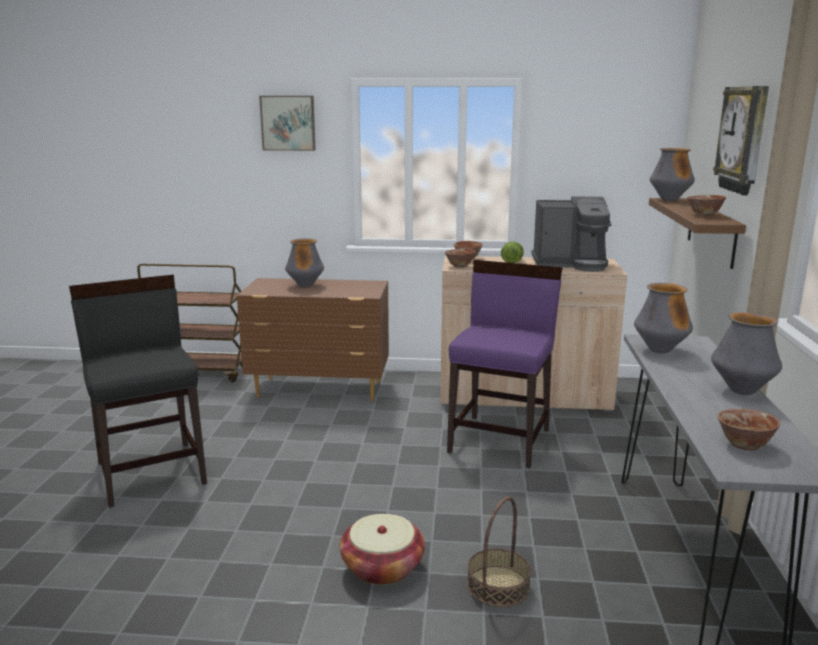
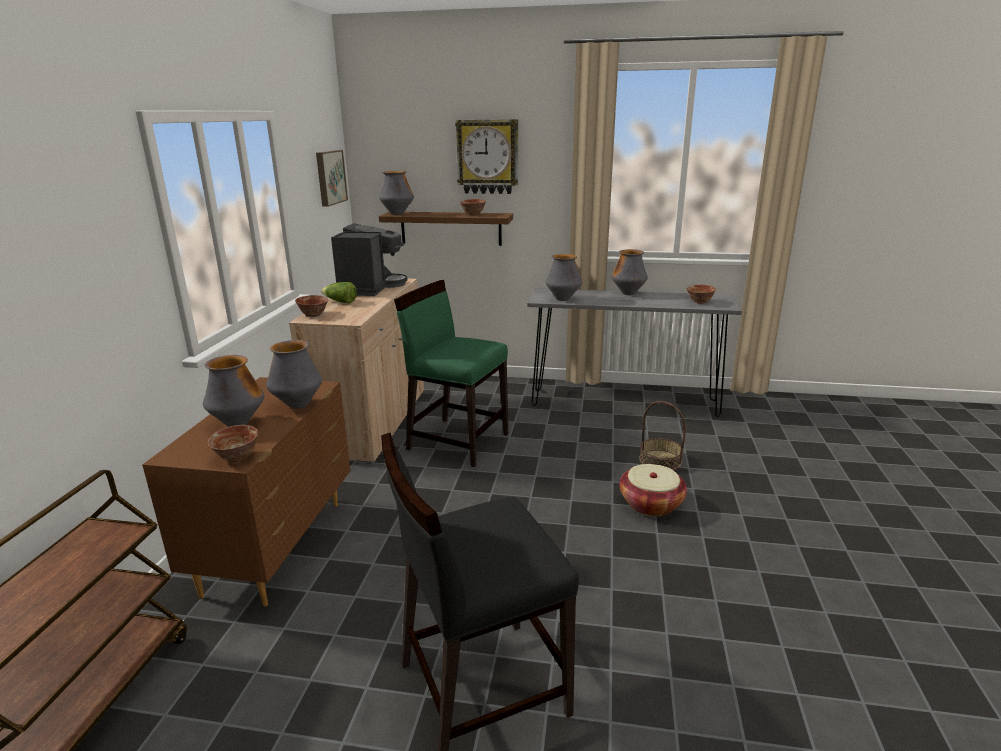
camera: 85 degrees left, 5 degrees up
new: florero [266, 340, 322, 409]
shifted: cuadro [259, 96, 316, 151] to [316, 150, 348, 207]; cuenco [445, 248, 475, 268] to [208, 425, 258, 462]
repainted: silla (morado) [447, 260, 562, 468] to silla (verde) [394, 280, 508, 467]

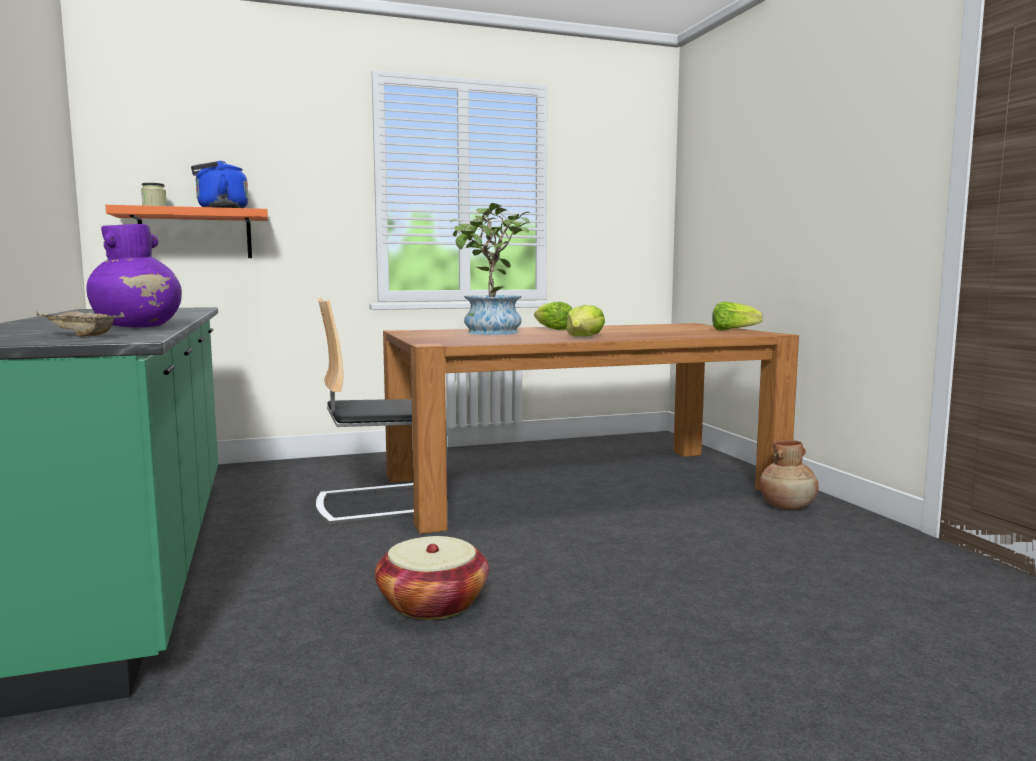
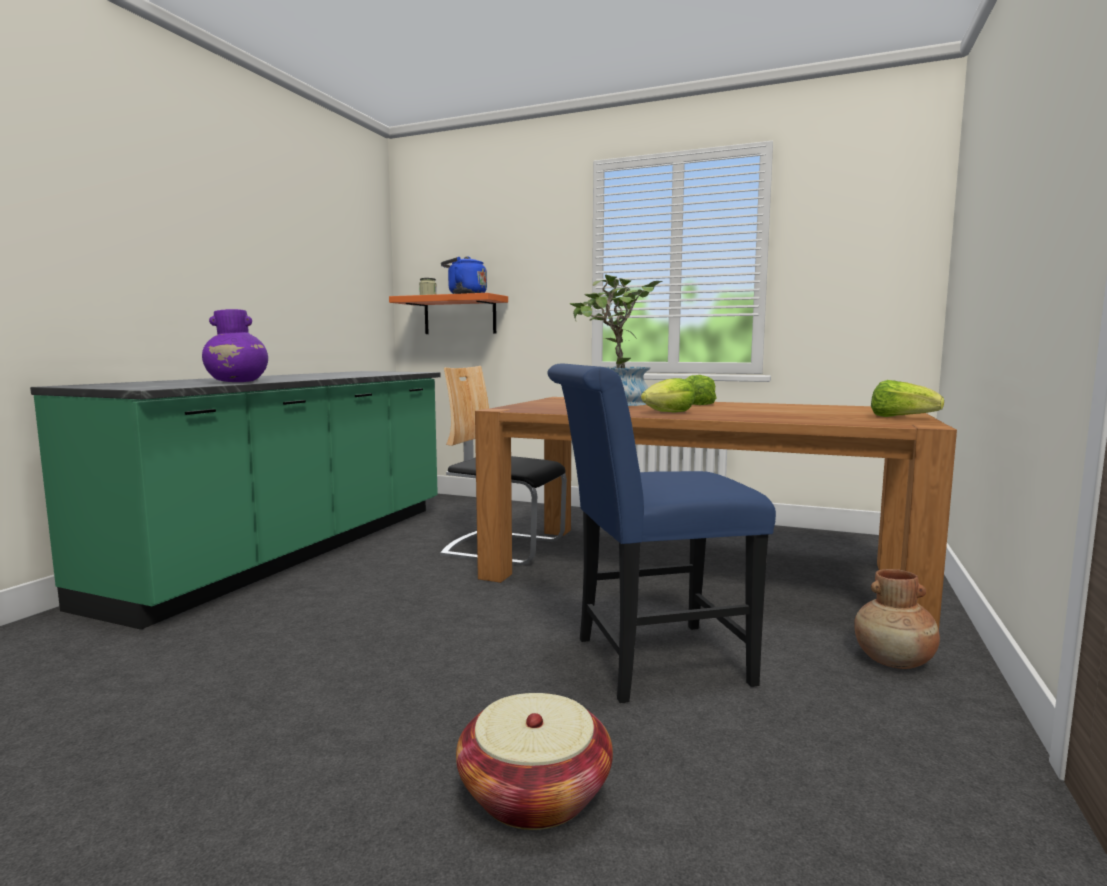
camera: 40 degrees right, 0 degrees up
gone: bandeja (beis) [36, 310, 125, 337]
new: silla (azul) [548, 363, 776, 703]
shifted: cesta [375, 536, 489, 620] to [456, 693, 613, 830]

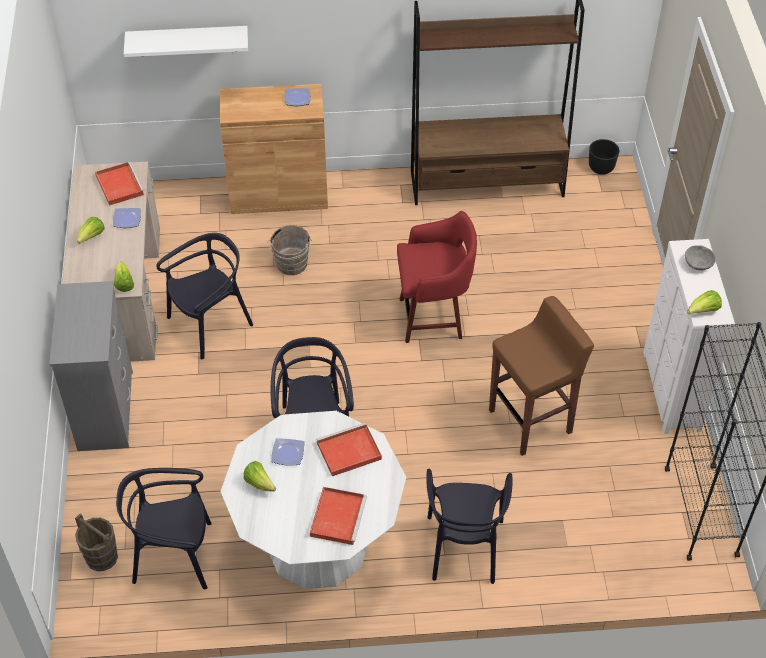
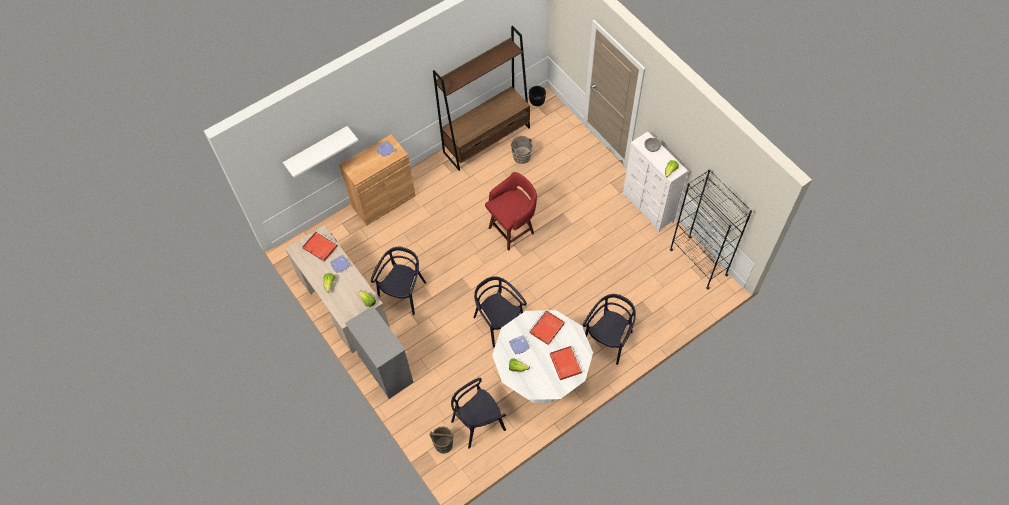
camera: 30 degrees left, 10 degrees up
gone: taburete (marrón) [489, 296, 594, 456]
shifted: cubo (marrón) [268, 225, 312, 275] to [511, 136, 535, 164]
rotated: silla (negro) [426, 469, 513, 584] = [583, 294, 636, 365] 120 degrees counterclockwise

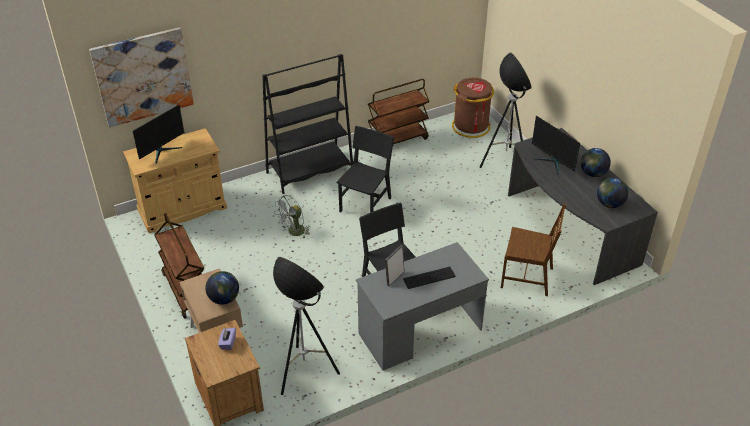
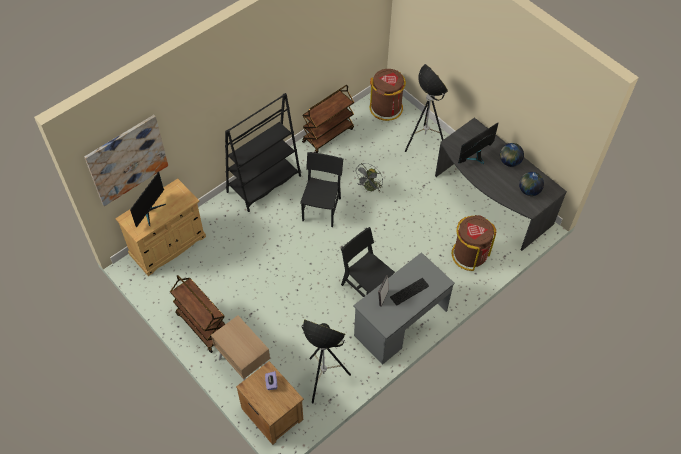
camera: 15 degrees left, 15 degrees up
gone: globo terráqueo [205, 271, 239, 305]
shifted: ventilador (gris) [274, 195, 310, 239] to [354, 163, 383, 192]
swapped: silla (marrón) [501, 204, 566, 296] to papelera (marrón) [452, 215, 497, 271]
rotated: monitor [532, 116, 580, 175] = [458, 123, 498, 164] 105 degrees clockwise

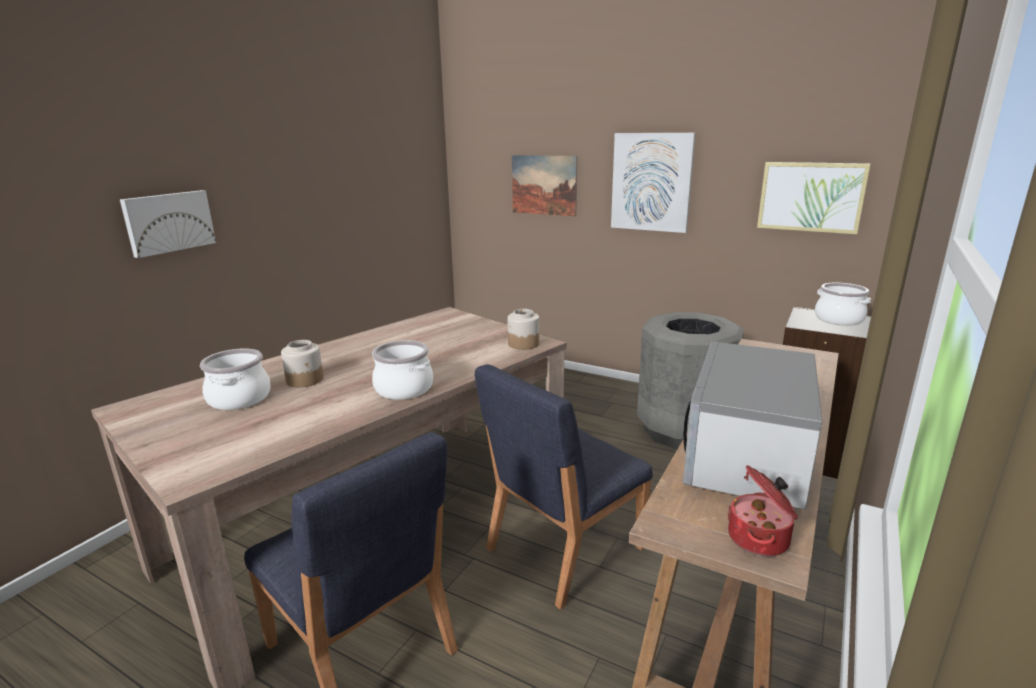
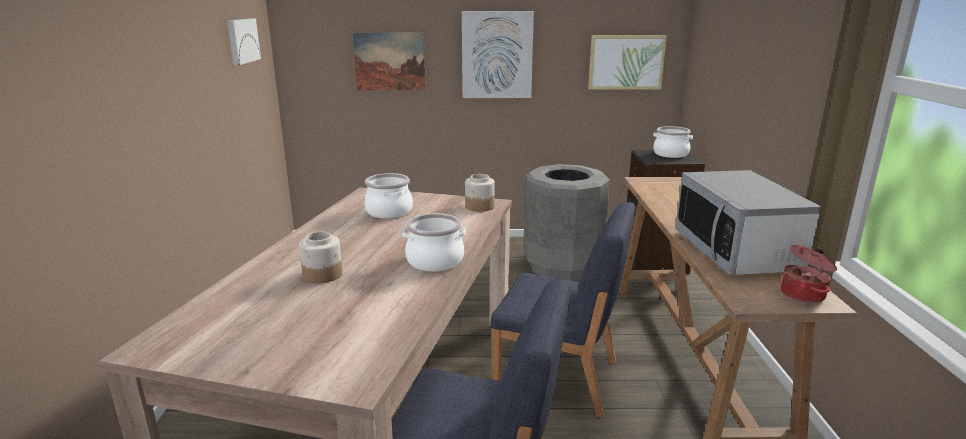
camera: 30 degrees left, 0 degrees up
shifted: cuadro [120, 190, 216, 258] to [227, 18, 261, 65]; olla [200, 348, 271, 410] to [364, 173, 413, 218]
rotated: silla (azul) [475, 364, 653, 609] = [490, 202, 635, 417] 90 degrees counterclockwise

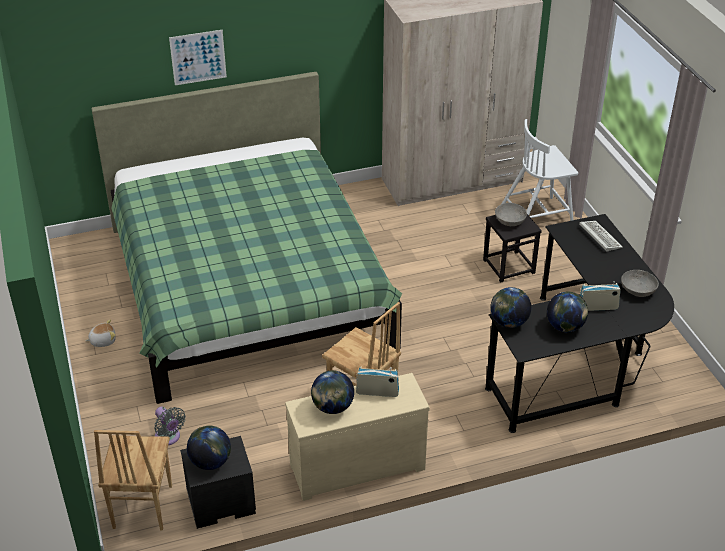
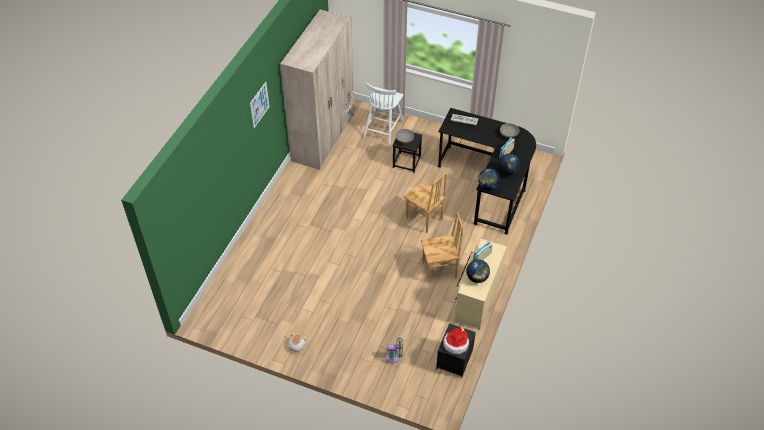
camera: 50 degrees left, 10 degrees up
gone: cama (verde) [91, 72, 402, 404]
shifted: silla (marrón) [94, 430, 172, 530] to [404, 173, 447, 233]; cuadro [169, 30, 227, 85] to [250, 82, 269, 128]
swapped: globo terráqueo [187, 425, 231, 470] to sombrero [443, 327, 469, 354]

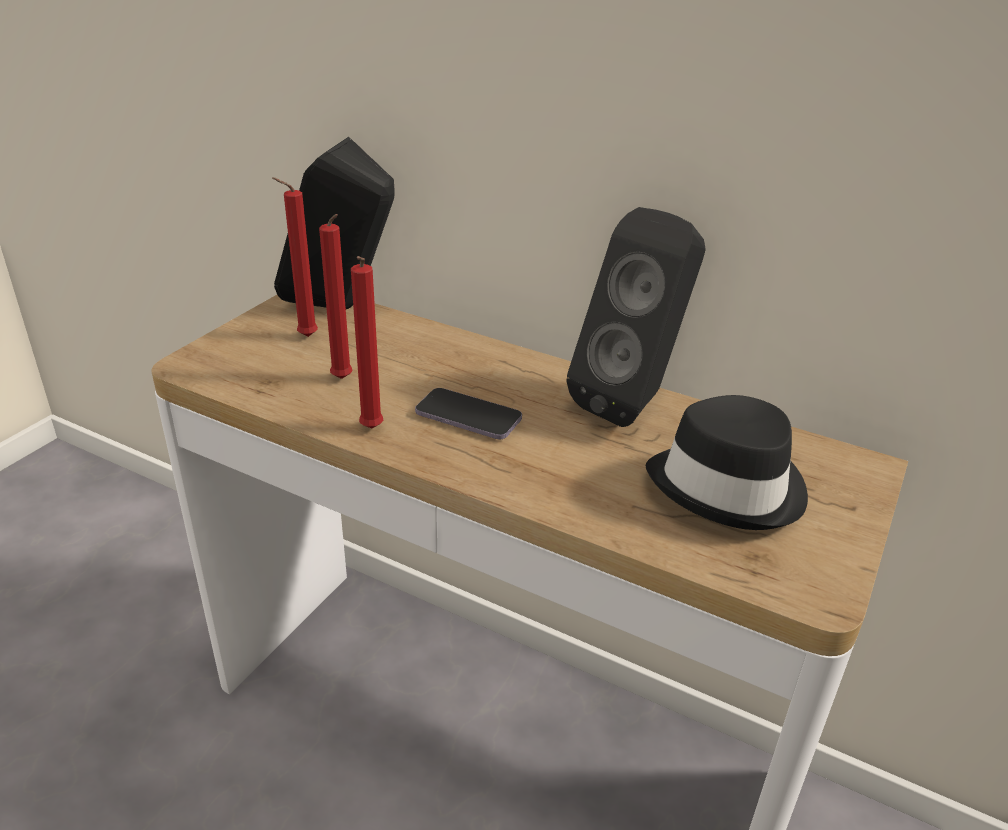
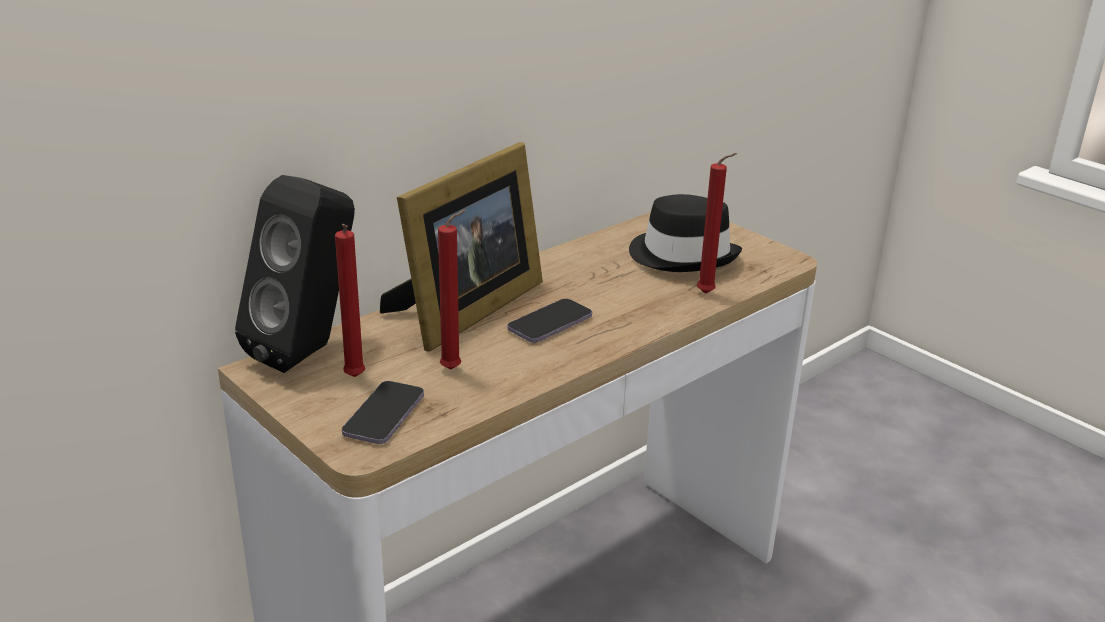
camera: 70 degrees left, 5 degrees down
gone: altavoz (negro) [567, 207, 706, 427]
new: móvil [342, 381, 424, 444]; portarretratos [380, 142, 543, 352]
shifted: vela (rojo) [351, 256, 383, 428] to [697, 153, 738, 294]

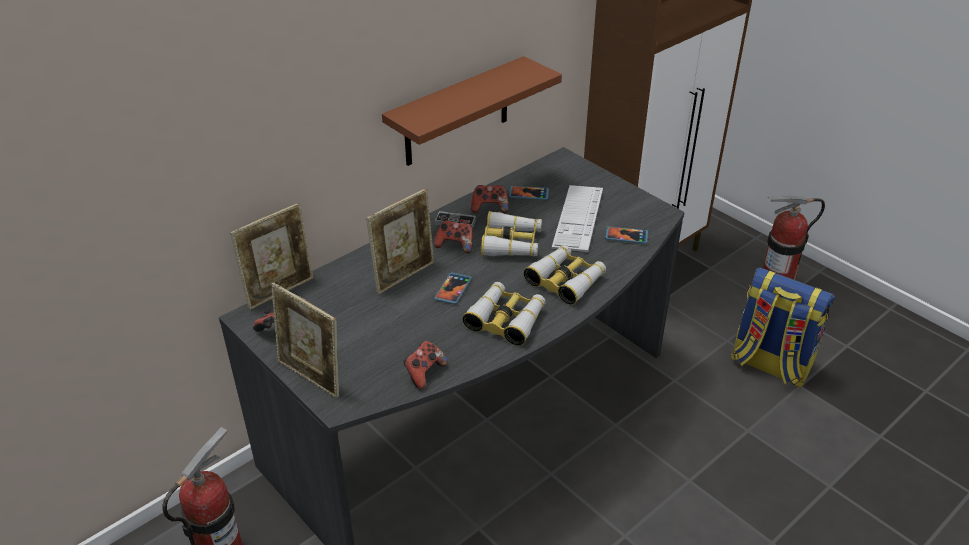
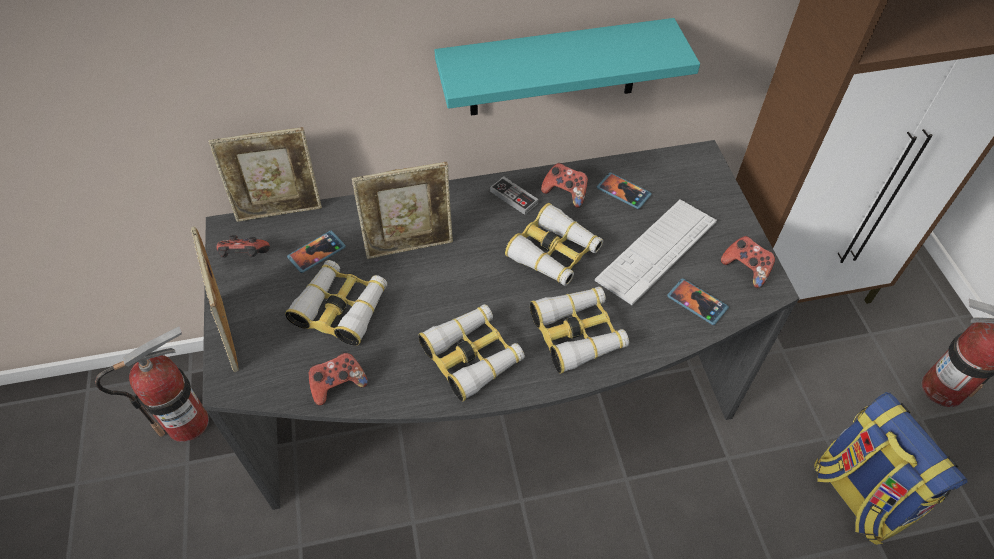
camera: 30 degrees right, 15 degrees up
new: prismáticos [285, 260, 387, 346]
shifted: mando de consola [434, 220, 473, 254] to [721, 236, 775, 288]; móvil [434, 272, 472, 304] to [287, 231, 346, 273]
repainted: estante (marrón) [382, 56, 562, 166] to estante (turquesa) [434, 18, 700, 116]

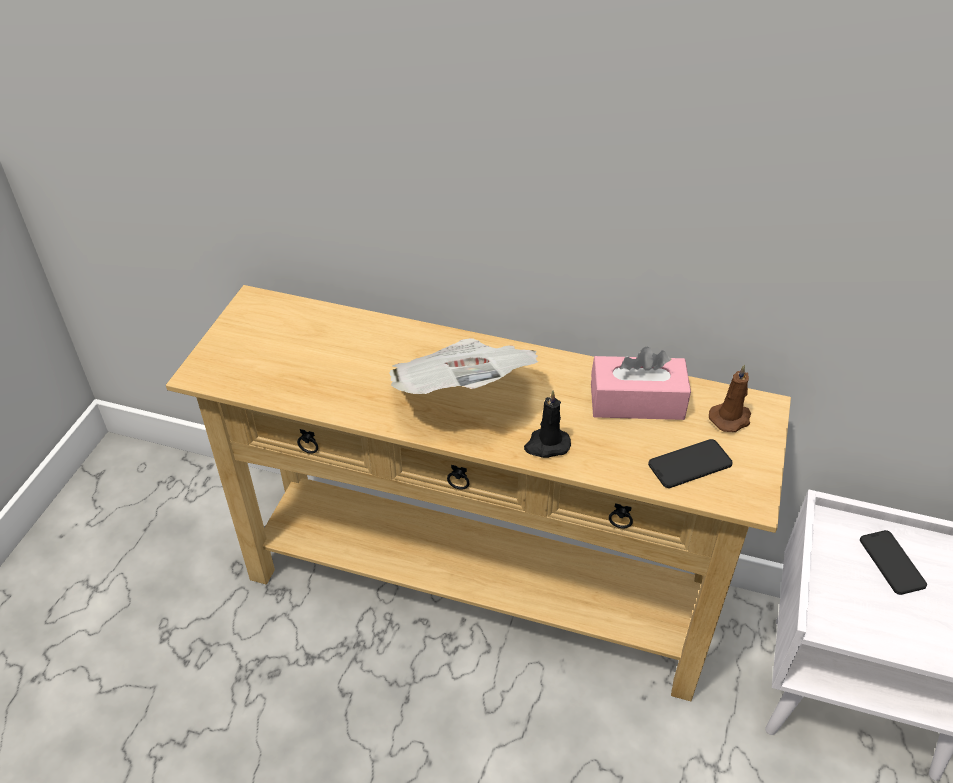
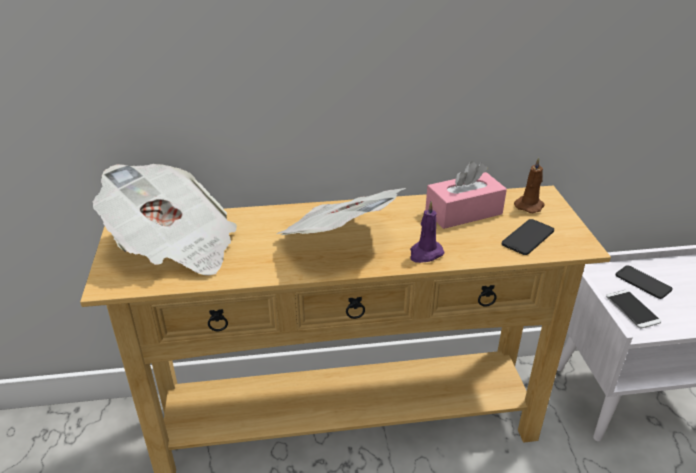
camera: 25 degrees left, 10 degrees down
new: periódico [92, 164, 237, 276]; móvil [606, 290, 661, 328]
repainted: vela (negro) [524, 390, 571, 458] to vela (morado) [410, 201, 444, 263]

